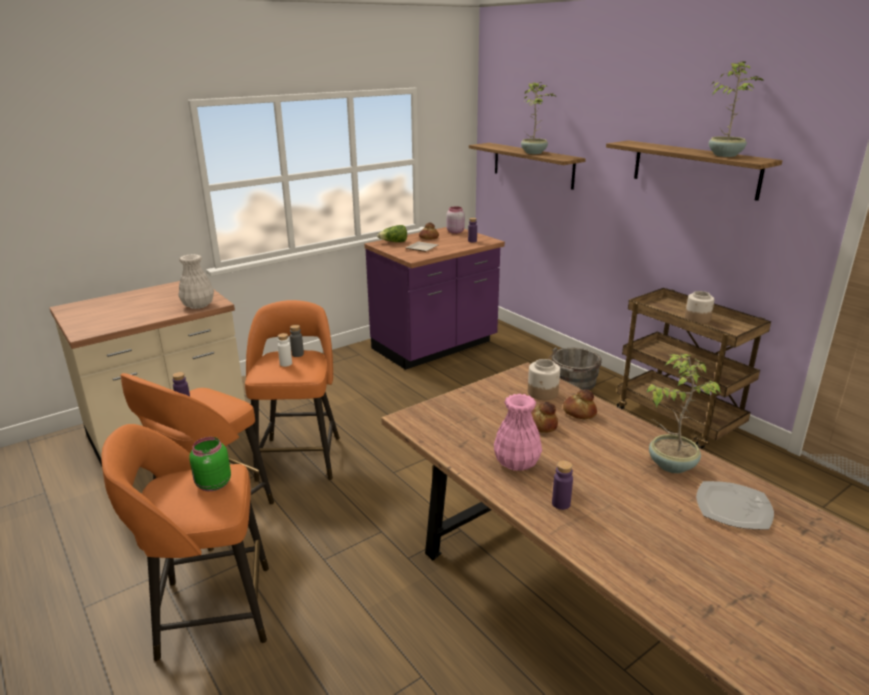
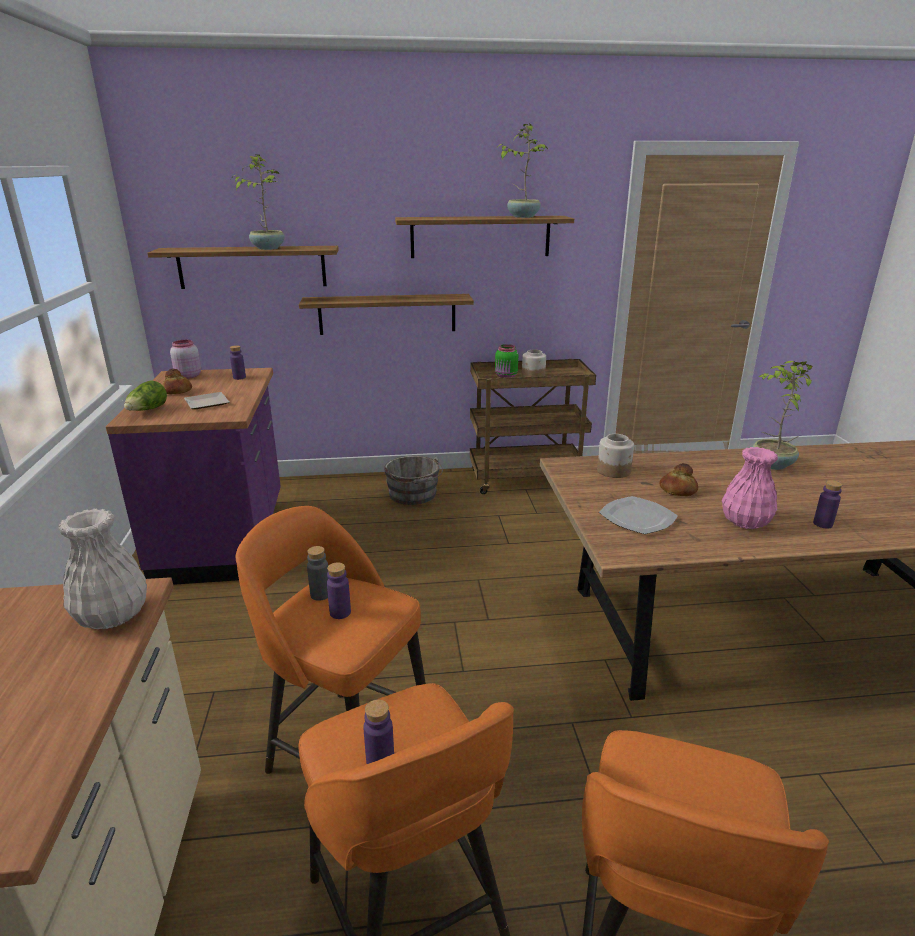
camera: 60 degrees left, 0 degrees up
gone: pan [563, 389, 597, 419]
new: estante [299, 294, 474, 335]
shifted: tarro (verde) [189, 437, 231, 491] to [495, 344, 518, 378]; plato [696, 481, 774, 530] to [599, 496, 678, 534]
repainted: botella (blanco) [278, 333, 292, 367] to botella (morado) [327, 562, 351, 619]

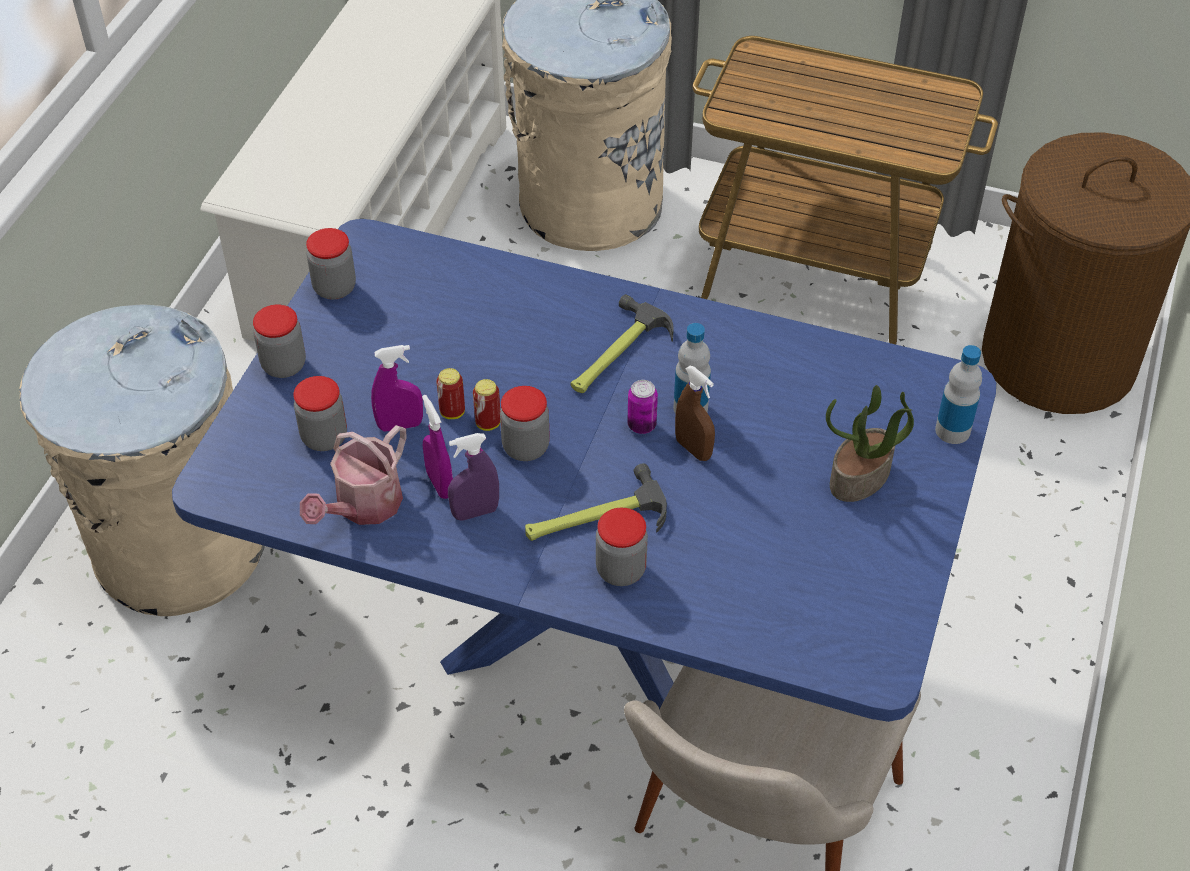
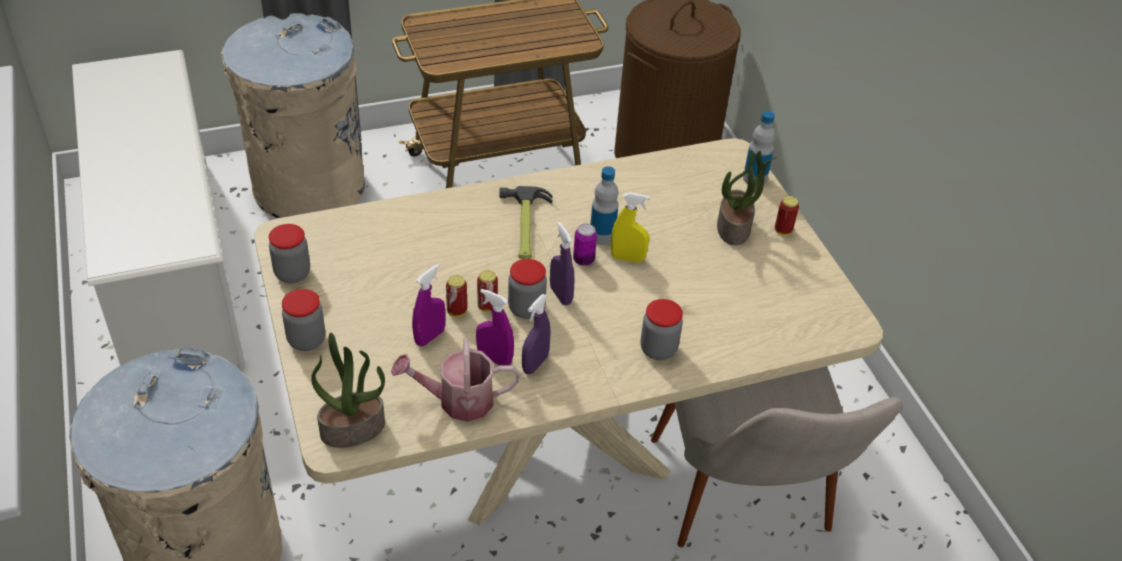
camera: 40 degrees left, 5 degrees down
gone: tarro [293, 376, 347, 451]; martillo [525, 463, 667, 541]
new: planta en maceta [311, 333, 385, 448]; pulverizador (morado) [550, 222, 575, 305]; lata [775, 196, 799, 235]
repainted: mesa de comedor (azul) [172, 219, 996, 722] to mesa de comedor (beis) [255, 138, 883, 525]; pulverizador (marrón) [675, 366, 715, 461] to pulverizador (amarillo) [611, 192, 650, 263]
rotated: regadera [300, 425, 407, 525] = [391, 338, 520, 422] 90 degrees clockwise

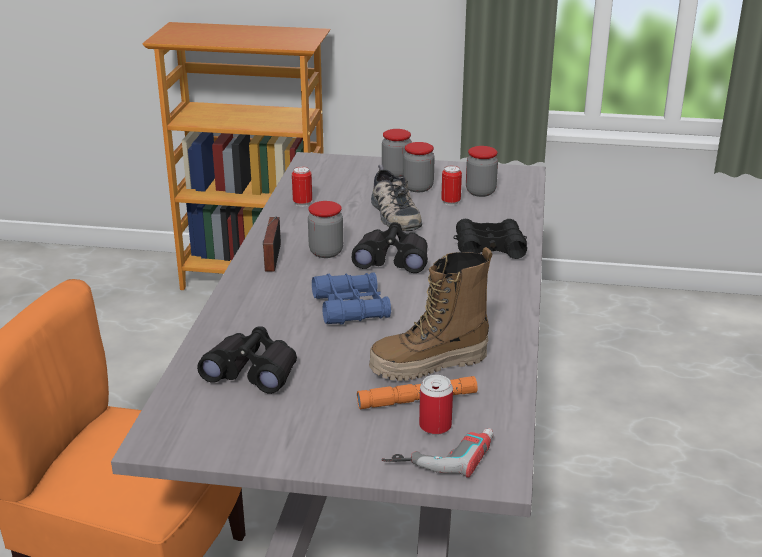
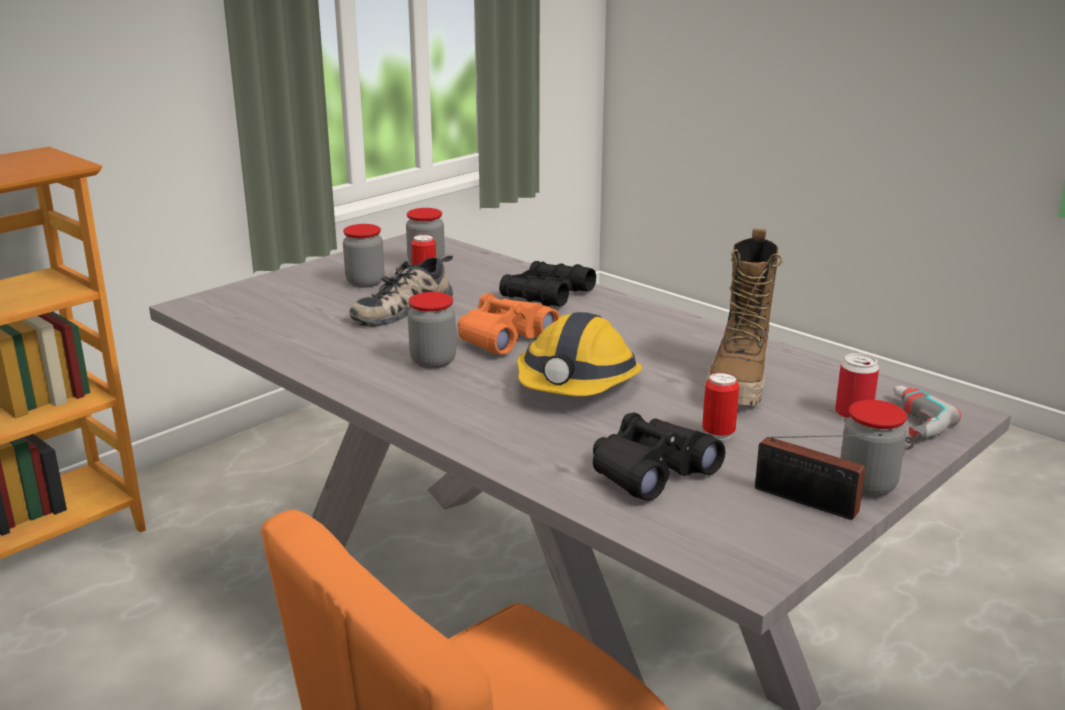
camera: 55 degrees left, 5 degrees down
gone: linterna (naranja) [357, 376, 478, 409]
shifted: radio [263, 216, 281, 272] to [755, 434, 882, 520]; lata [292, 166, 312, 207] to [702, 372, 739, 440]; tarro [382, 129, 412, 178] to [840, 400, 907, 497]
swapped: prismáticos (azul) [312, 273, 391, 325] to casco [517, 312, 642, 396]
repainted: prismáticos (negro) [351, 222, 428, 273] to prismáticos (naranja) [458, 293, 560, 355]
rotated: zapato [371, 165, 422, 231] = [350, 254, 453, 326] 120 degrees clockwise

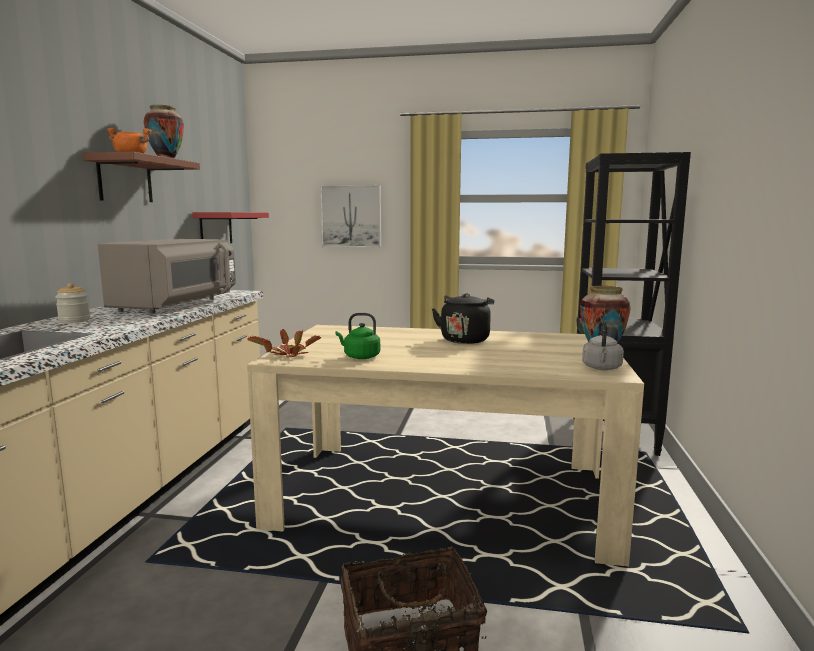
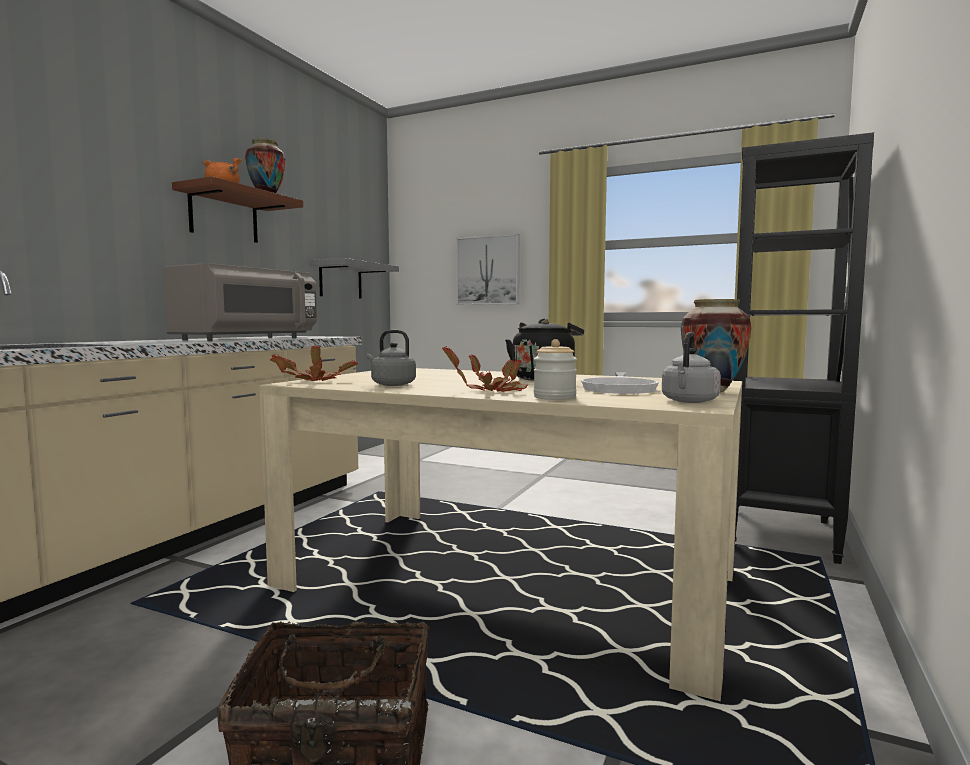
camera: 15 degrees right, 5 degrees down
new: planta en maceta [442, 347, 527, 392]; sartén (blanco) [581, 372, 659, 394]
shifted: tarro [55, 283, 90, 323] to [534, 339, 577, 400]
repainted: estante (rojo) [192, 212, 269, 243] to estante (gris) [310, 258, 399, 299]; hervidor (verde) [336, 313, 380, 359] to hervidor (gris) [366, 330, 416, 386]

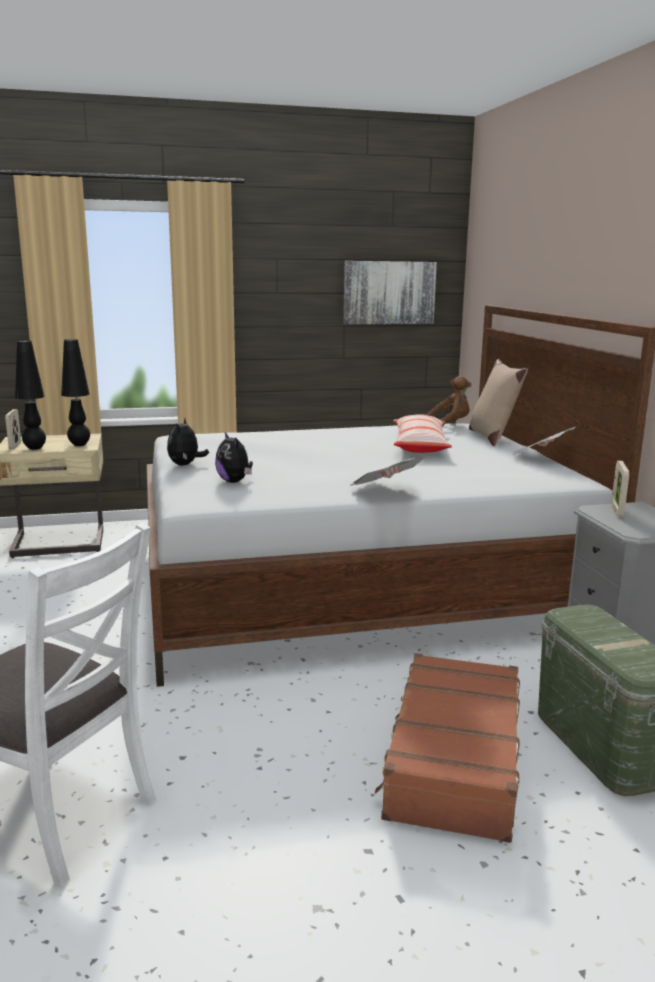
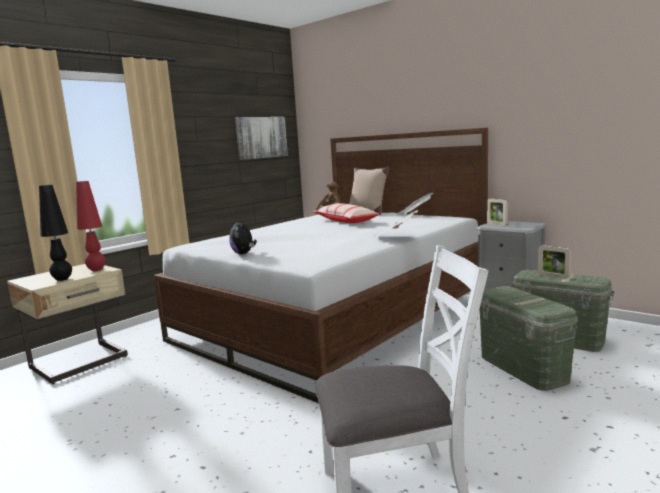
camera: 35 degrees left, 5 degrees down
gone: peluche [215, 432, 253, 483]
shifted: portarretratos [5, 409, 21, 450] to [538, 245, 571, 279]
swapped: maleta (marrón) [375, 653, 520, 843] to caja de almacenaje (verde) [480, 286, 578, 391]
repainted: lámpara de mesa (negro) [61, 339, 90, 446] to lámpara de mesa (rojo) [76, 181, 106, 271]

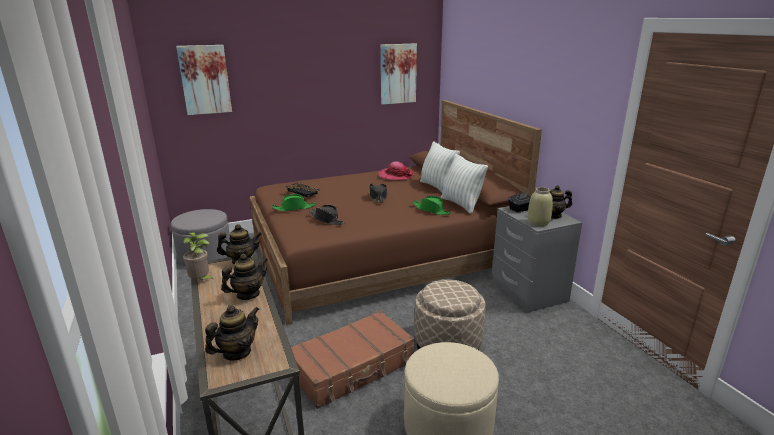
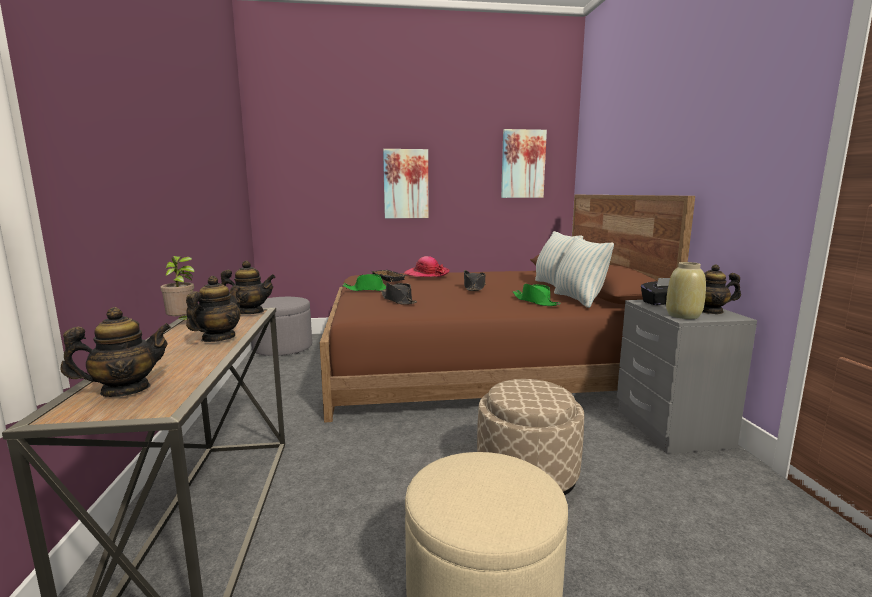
camera: 15 degrees right, 10 degrees down
gone: maleta (marrón) [291, 311, 415, 409]
shifted: cuadro [176, 45, 232, 115] to [383, 149, 428, 218]; sombrero [378, 161, 414, 180] to [404, 256, 450, 277]
rotated: tetera [221, 254, 268, 300] = [186, 276, 241, 342] 45 degrees counterclockwise

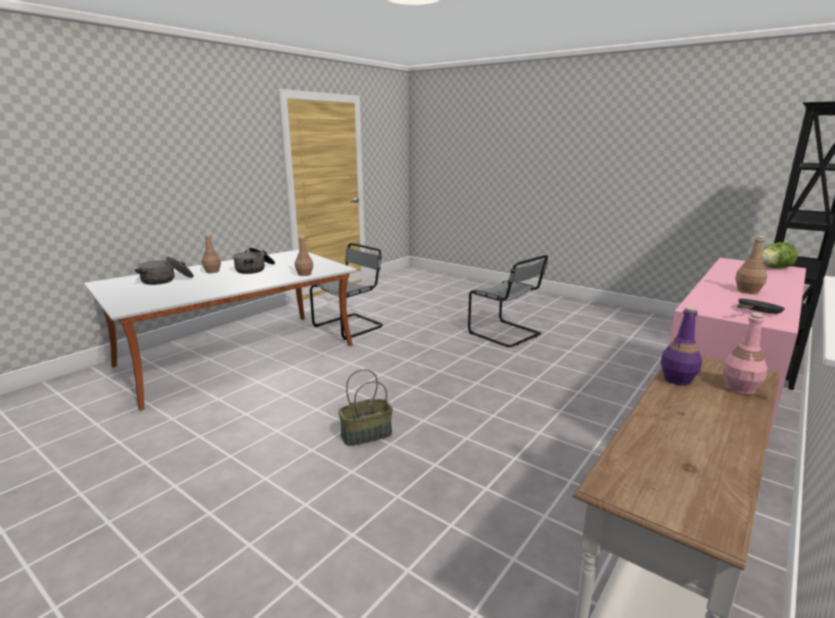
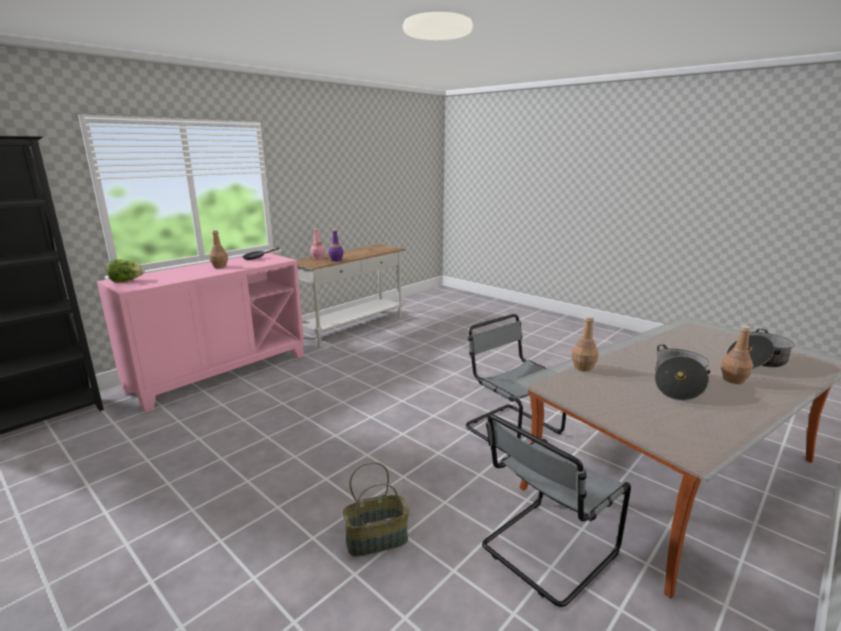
camera: 175 degrees left, 0 degrees up
shifted: cesta [338, 369, 393, 446] to [343, 462, 409, 557]; silla (gris) [468, 255, 548, 347] to [466, 314, 566, 456]

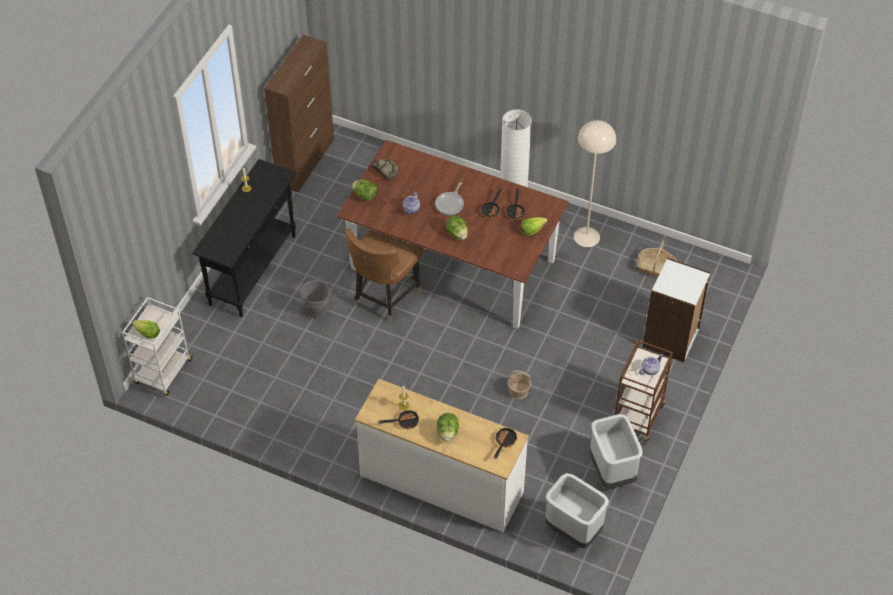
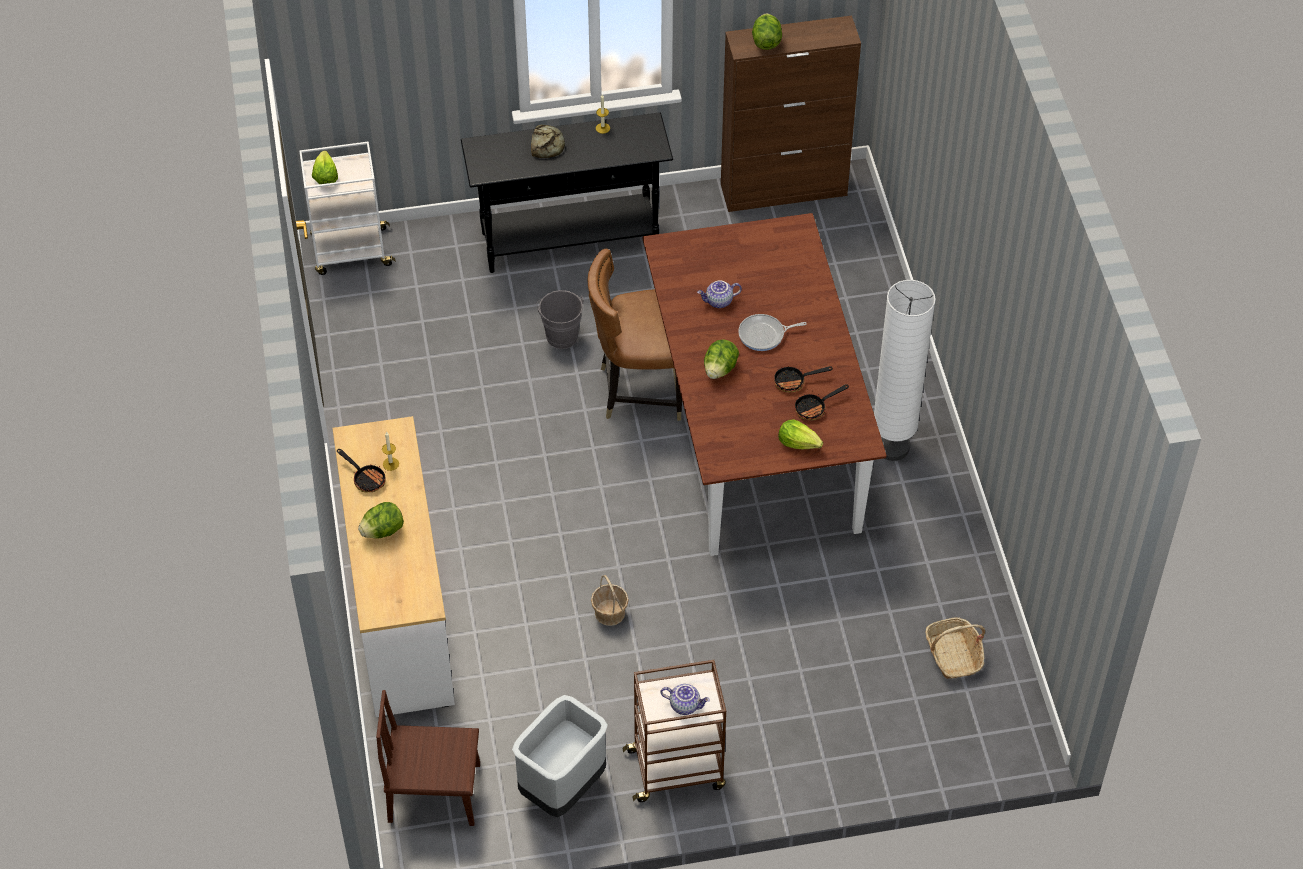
camera: 55 degrees right, 0 degrees up
gone: sartén [494, 426, 517, 459]; lámpara de pie (beis) [574, 120, 616, 247]; estantería (blanco) [642, 258, 711, 362]
shifted: lechuga [352, 179, 377, 201] to [752, 13, 782, 50]; pan [372, 159, 399, 180] to [531, 125, 565, 158]
swapped: papelera (gris) [545, 473, 609, 549] to silla (marrón) [376, 690, 480, 826]

